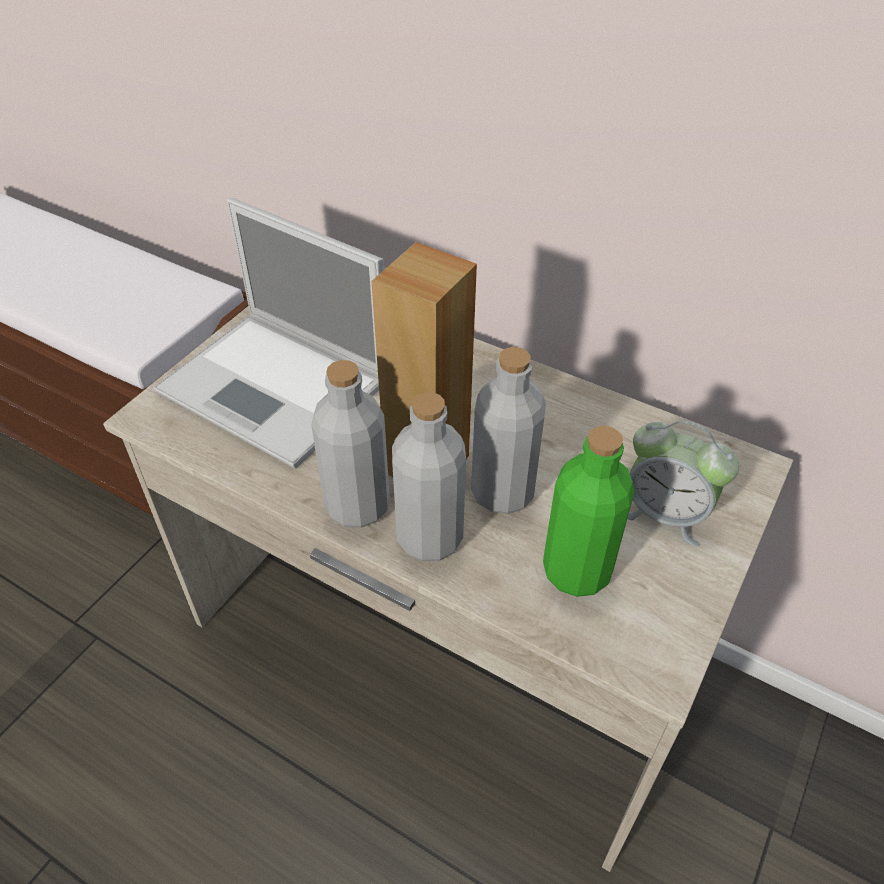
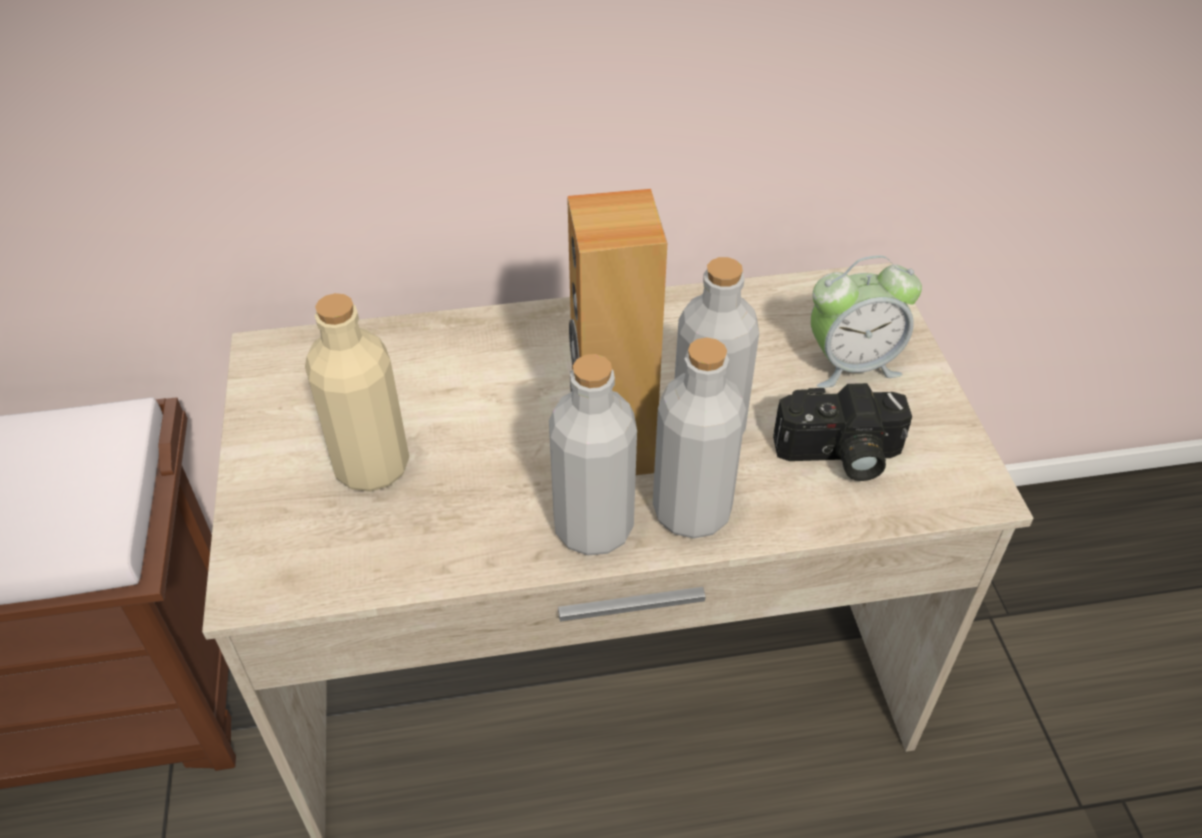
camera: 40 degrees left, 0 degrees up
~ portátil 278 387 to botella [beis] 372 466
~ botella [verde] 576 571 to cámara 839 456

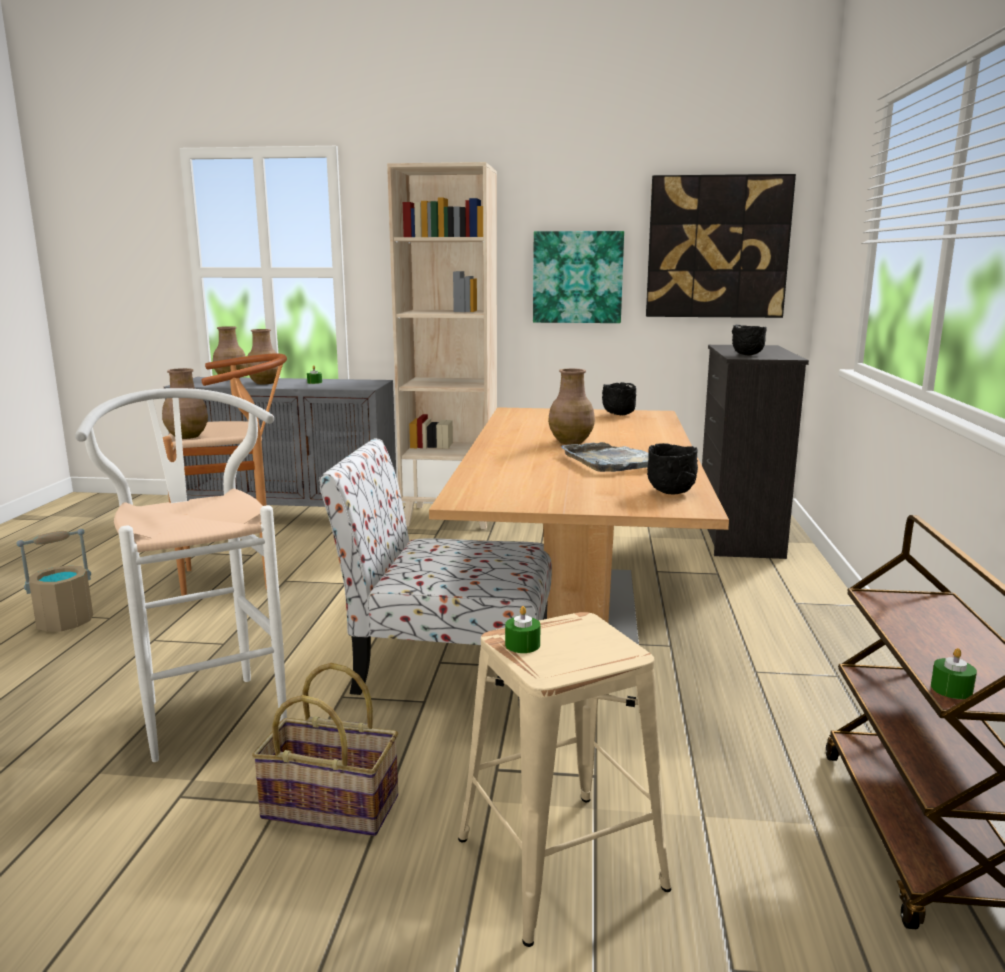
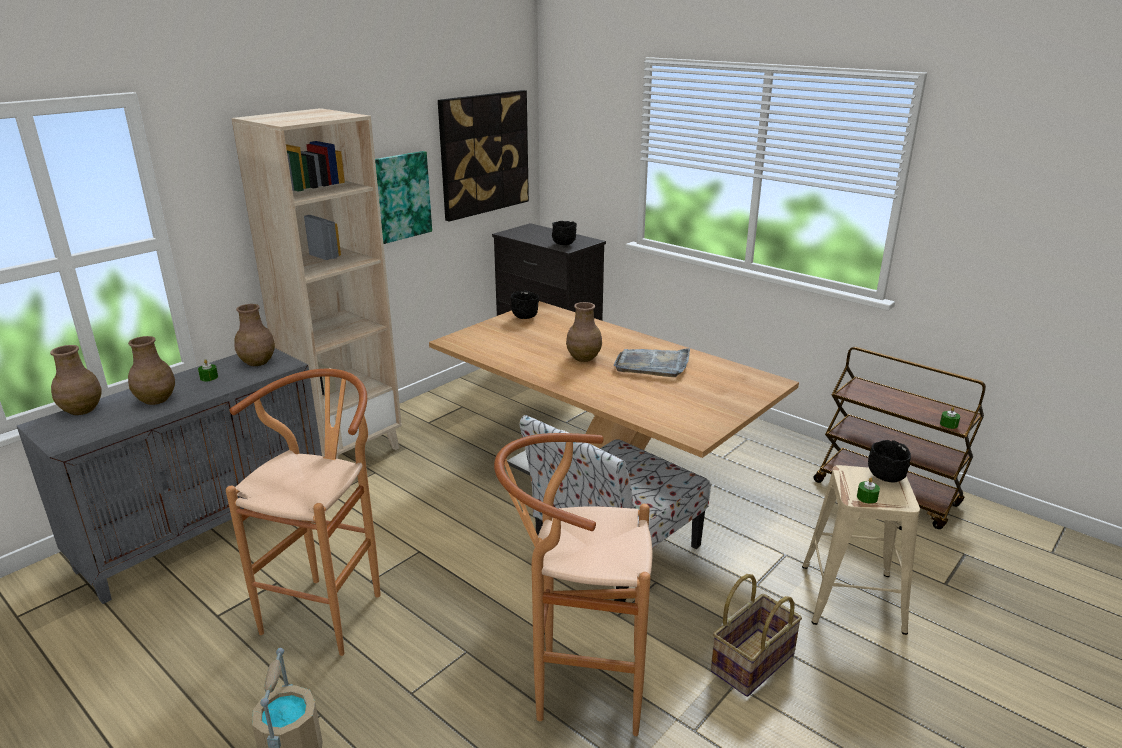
camera: 55 degrees left, 10 degrees up
~ florero [marrón] 186 436 to 257 362
~ taburete [blanco] 208 708 to taburete [marrón] 577 687
~ cuenco [negro] 671 492 to 885 477

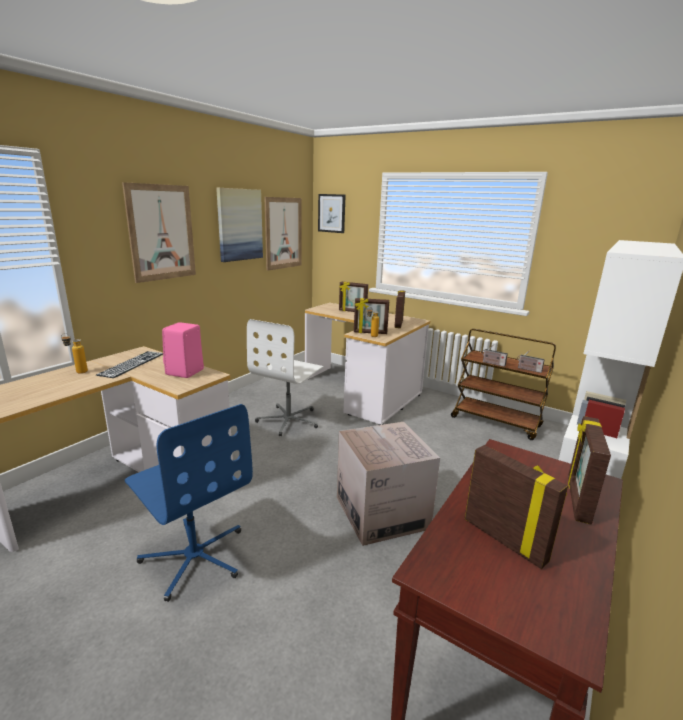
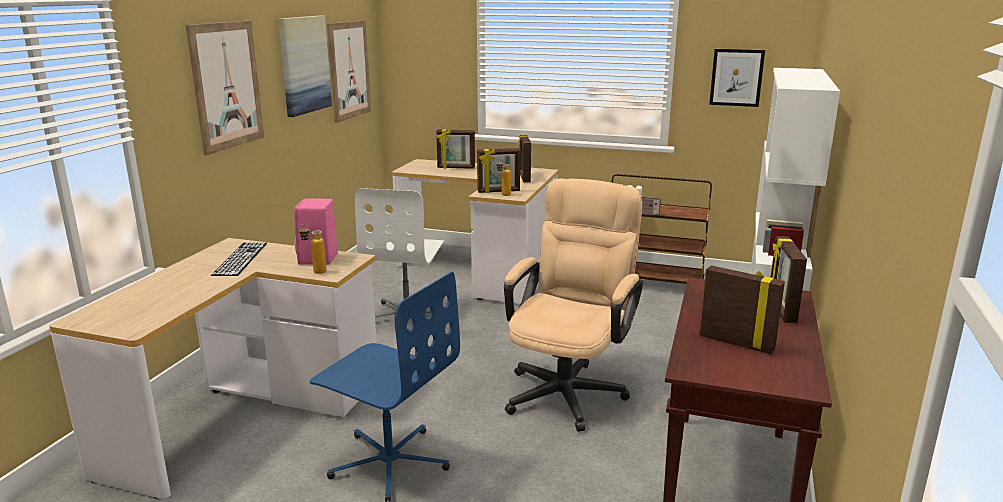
camera: 15 degrees left, 0 degrees up
~ cuadro 331 213 to 736 77
~ botella 77 372 to 314 272
- radio 528 369
~ caja de cartón 382 512 to silla de oficina [beis] 569 388

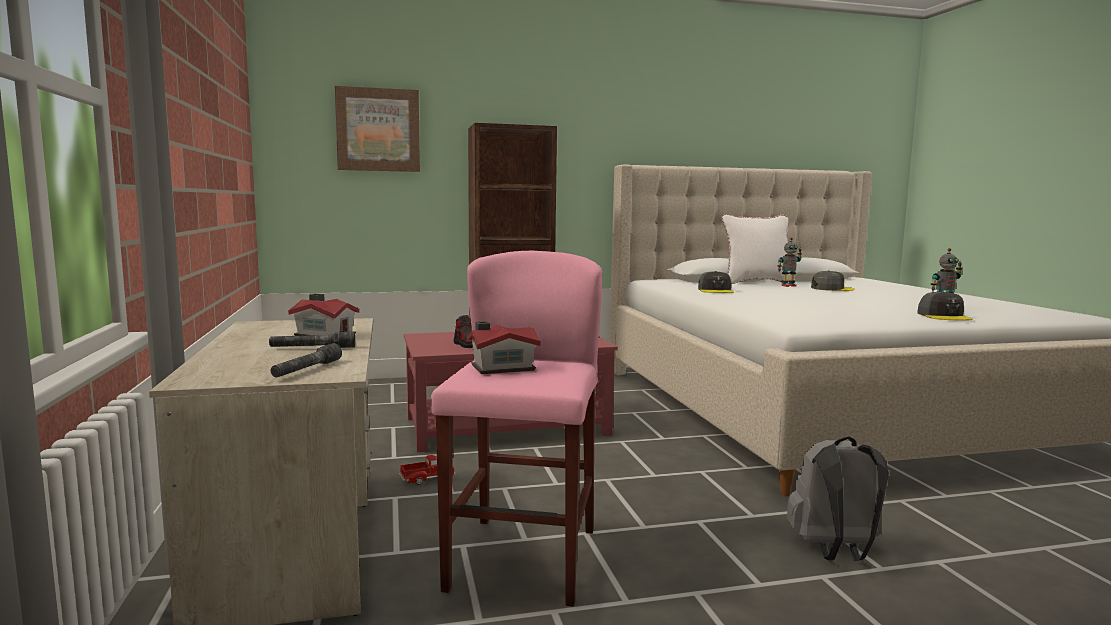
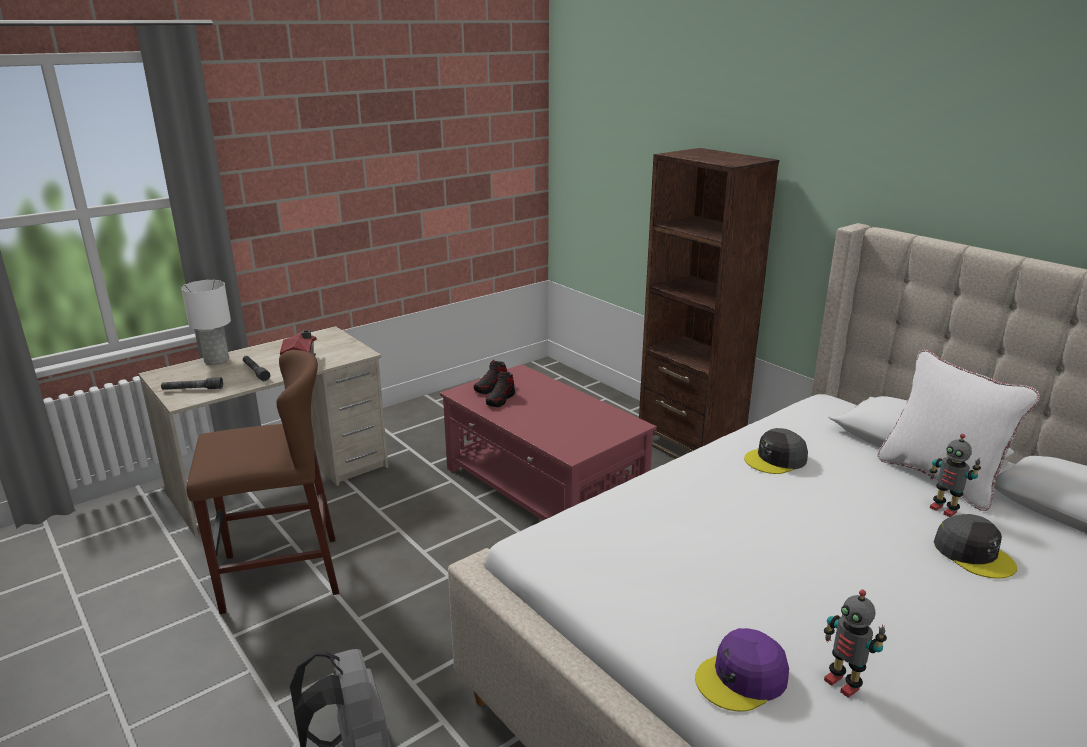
camera: 65 degrees right, 15 degrees up
- cuadro 378 130
~ taburete [rosa] 523 559 to taburete [marrón] 280 574
~ gorra [gris] 944 316 to gorra [morado] 742 678
- casita 500 367
- camión de juguete 427 478
+ lámpara de mesa [blanco] 217 360
+ zapato 491 387

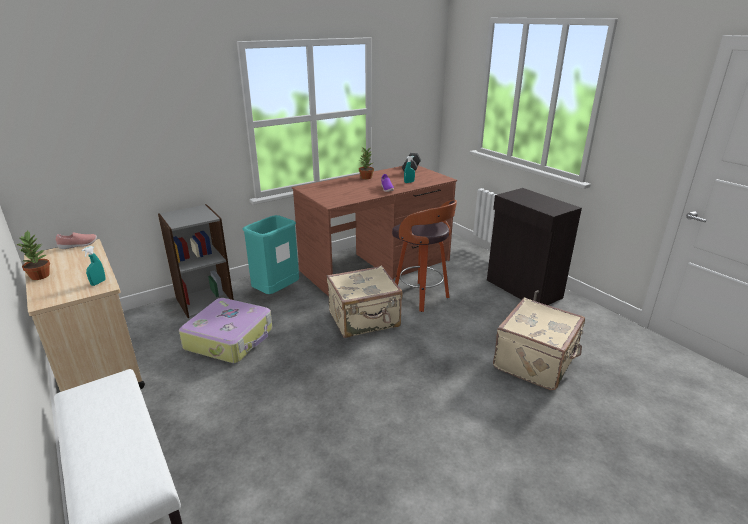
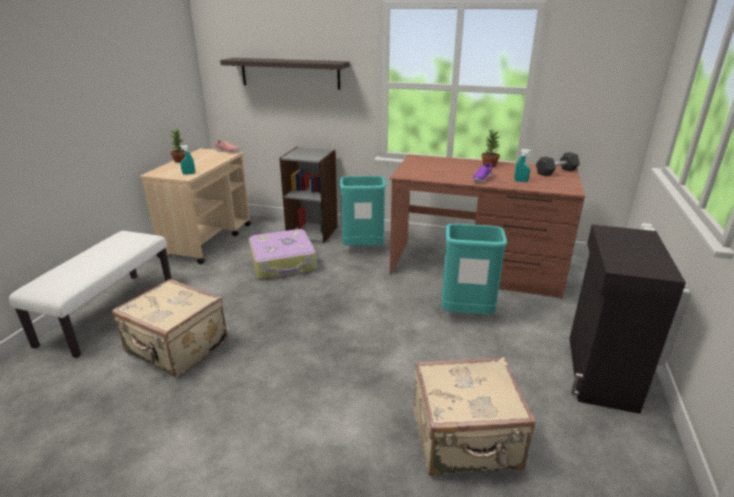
camera: 50 degrees right, 0 degrees up
~ taburete 422 297 to papelera [turquesa] 466 314
~ maleta [beis] 364 320 to 176 349
+ estante 290 73

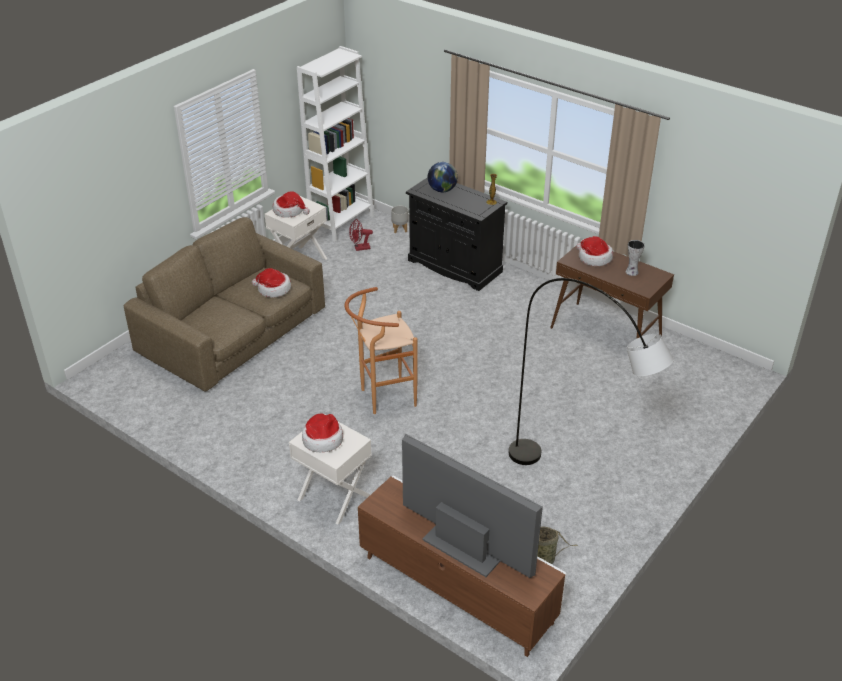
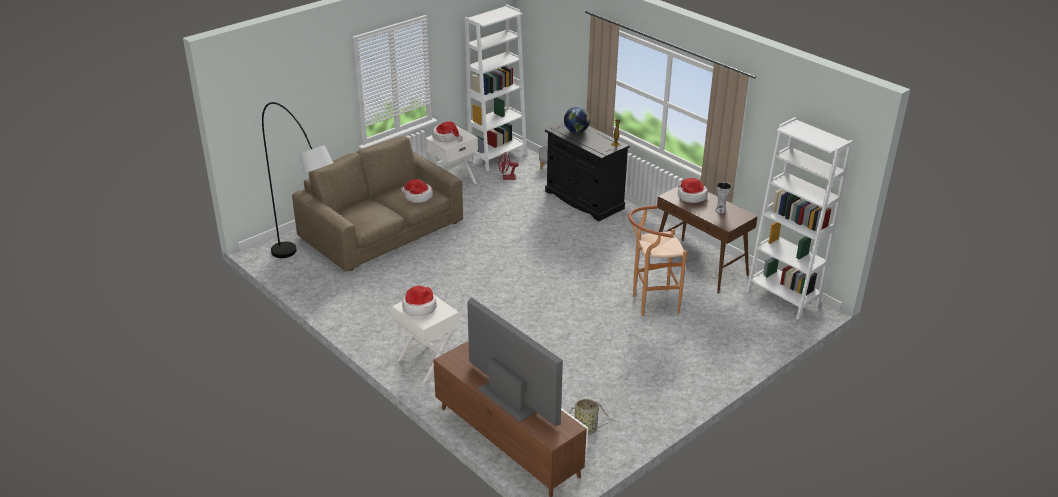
camera: 10 degrees right, 5 degrees down
~ lámpara de pie [gris] 578 480 to 309 271
~ taburete [marrón] 382 398 to 650 304
+ estantería [blanco] 782 298

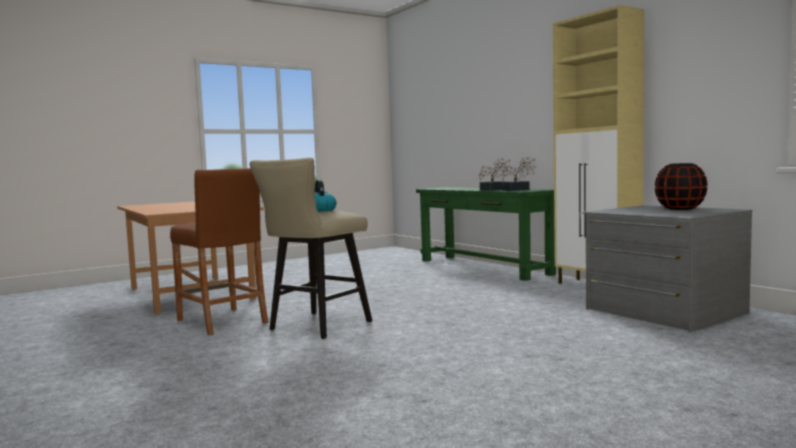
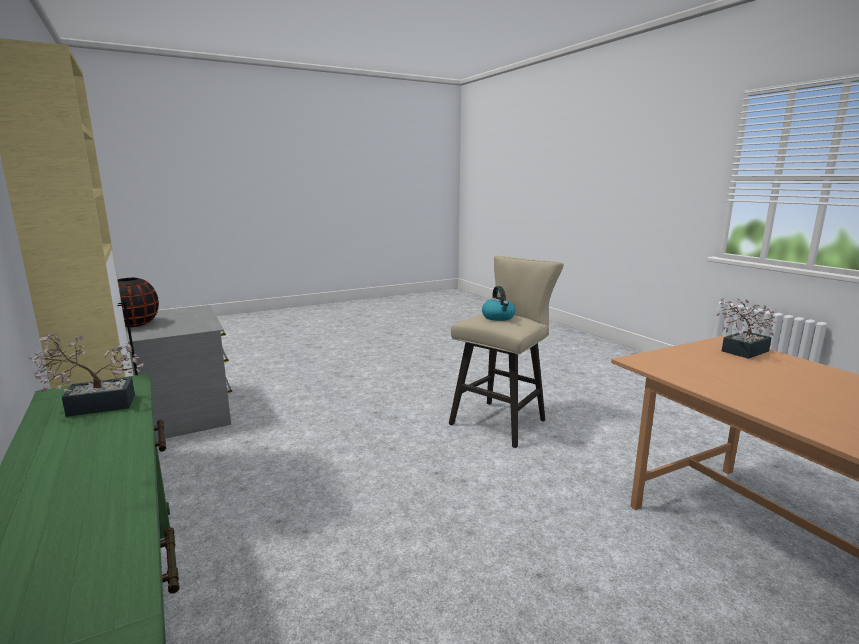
camera: 175 degrees left, 10 degrees up
~ planta en maceta 495 189 to 741 352
- taburete [marrón] 222 321

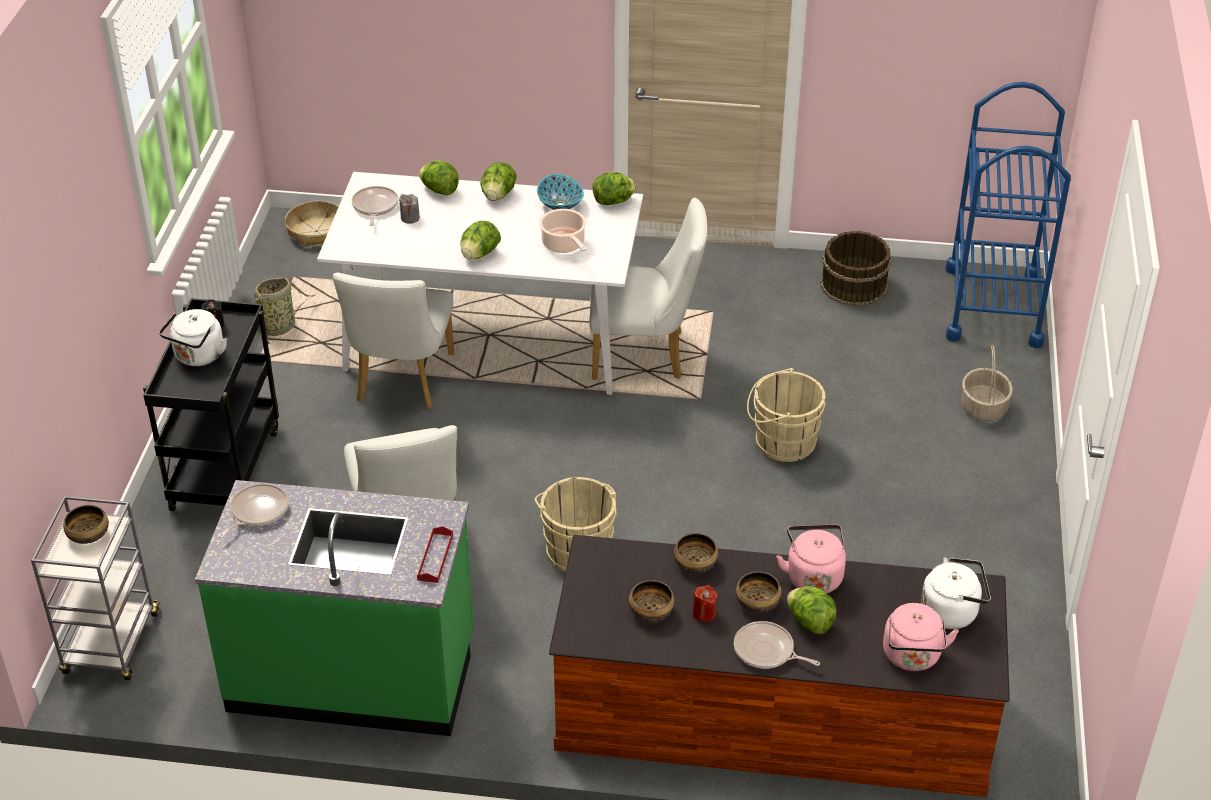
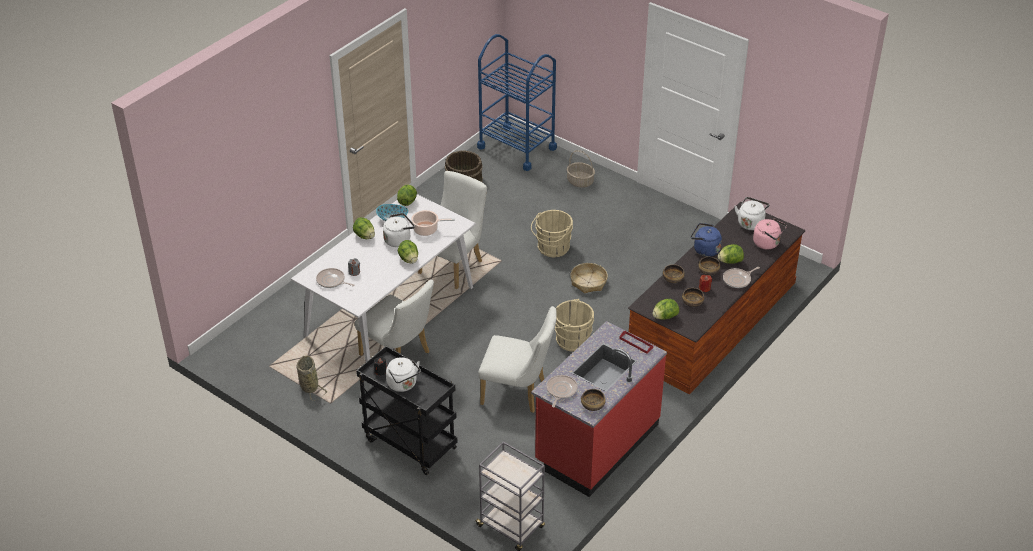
camera: 60 degrees left, 0 degrees up
~ lechuga 439 190 to 665 317
~ cesta 316 231 to 588 282
~ mueble bajo de cocina [verde] 352 673 to mueble bajo de cocina [rojo] 596 444
~ sartén 257 511 = 561 390 45 degrees clockwise
~ cuenco 88 534 to 593 405
~ hervidor [rosa] 813 576 to hervidor [azul] 704 250
+ hervidor [blanco] 398 240

